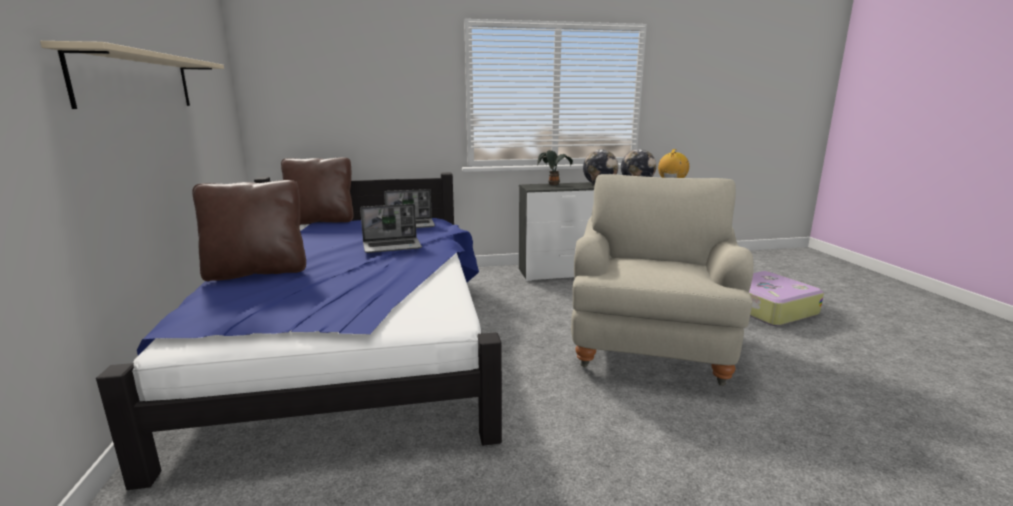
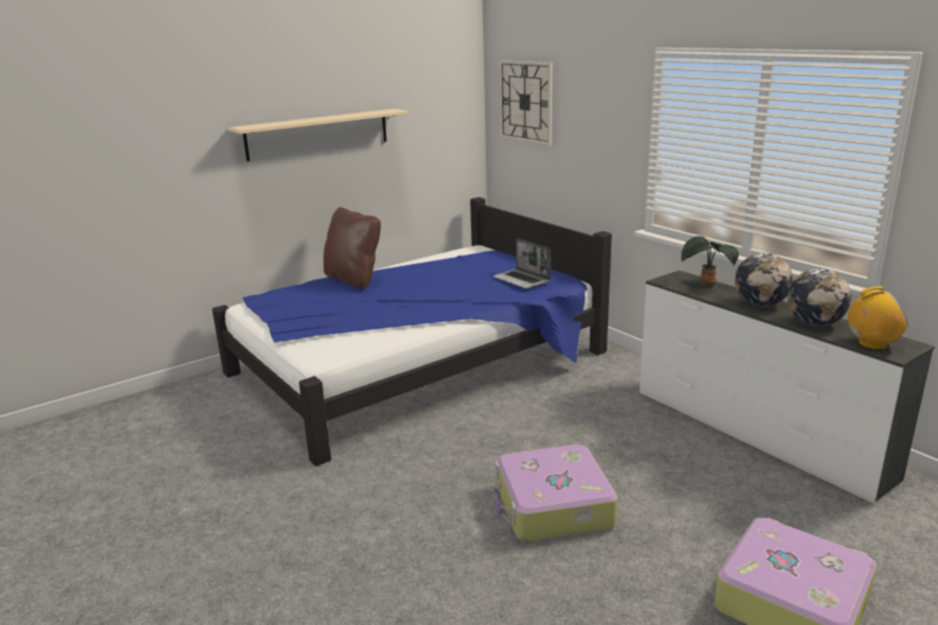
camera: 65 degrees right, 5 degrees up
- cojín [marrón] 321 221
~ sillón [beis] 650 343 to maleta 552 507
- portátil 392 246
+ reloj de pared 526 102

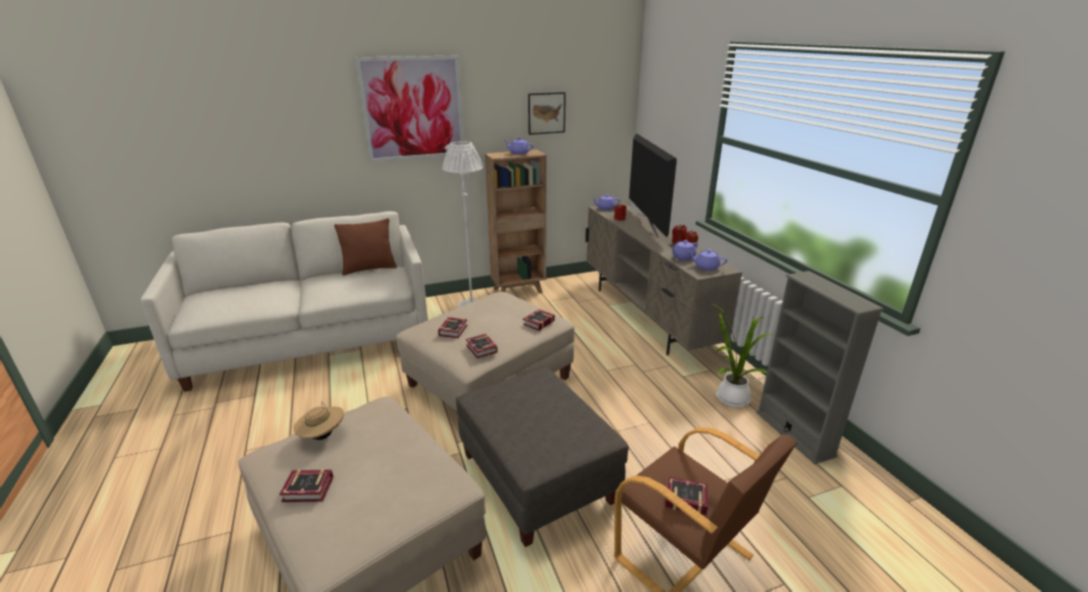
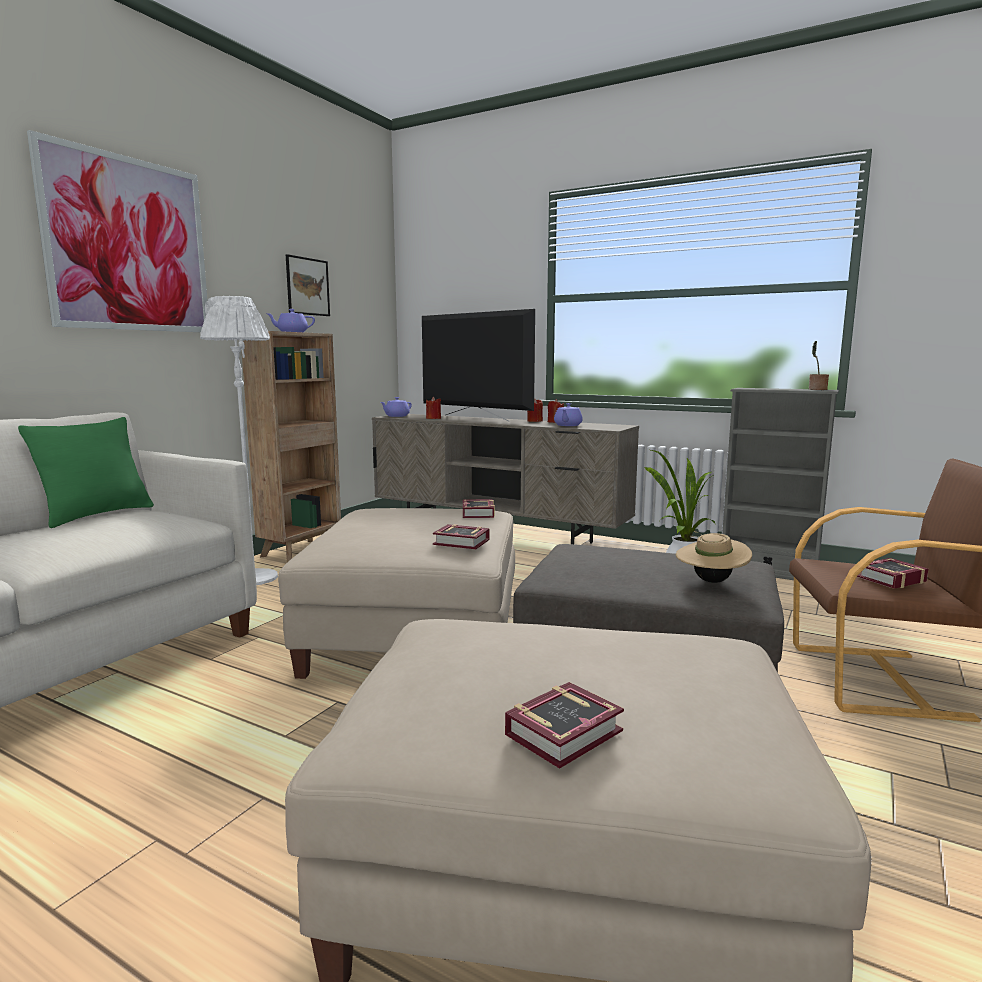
camera: 40 degrees left, 15 degrees down
~ cojín [marrón] 369 269 to cojín [verde] 97 515
- tetera [morado] 705 267
- libro 454 330
~ sombrero [beis] 322 435 to 711 581
+ planta en maceta 816 389

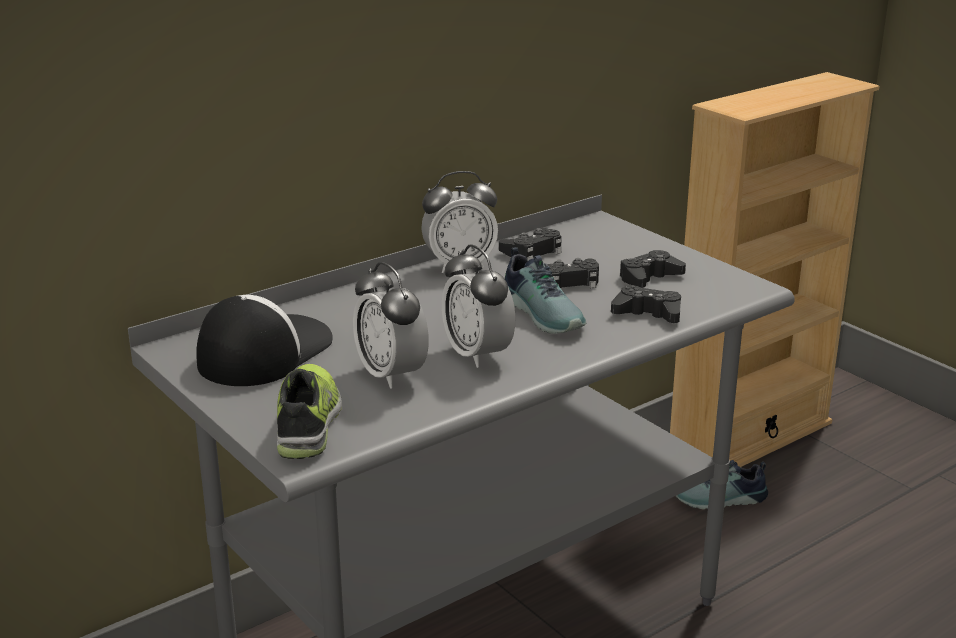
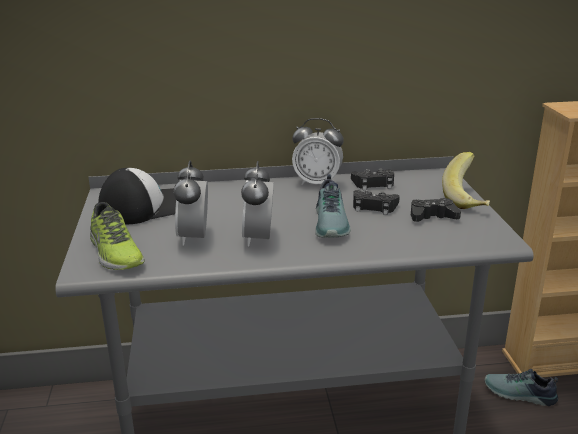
camera: 30 degrees right, 0 degrees up
- mando de consola [negro] 648 313
~ zapato 309 422 = 114 253 120 degrees clockwise
+ plátano 469 199

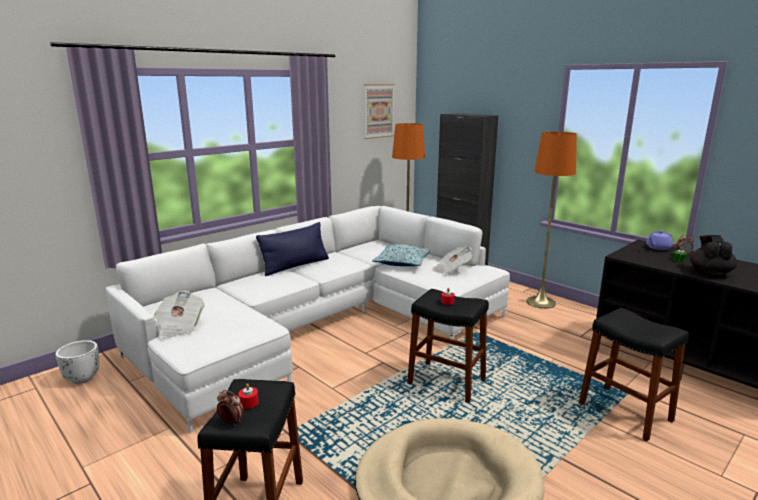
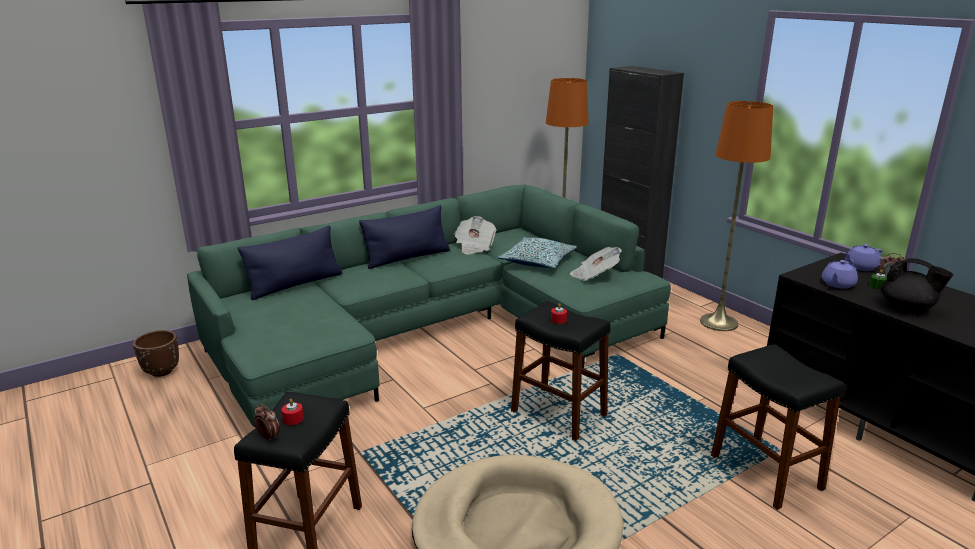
camera: 10 degrees right, 5 degrees up
- cuadro 378 111
~ sofá [blanco] 323 325 to sofá [verde] 436 331
~ tetera [negro] 710 273 = 907 308 105 degrees clockwise
~ periódico 179 326 to 474 247
~ maceta [blanco] 83 378 to maceta [marrón] 162 371
+ cojín [azul] 295 284
+ tetera [morado] 837 284

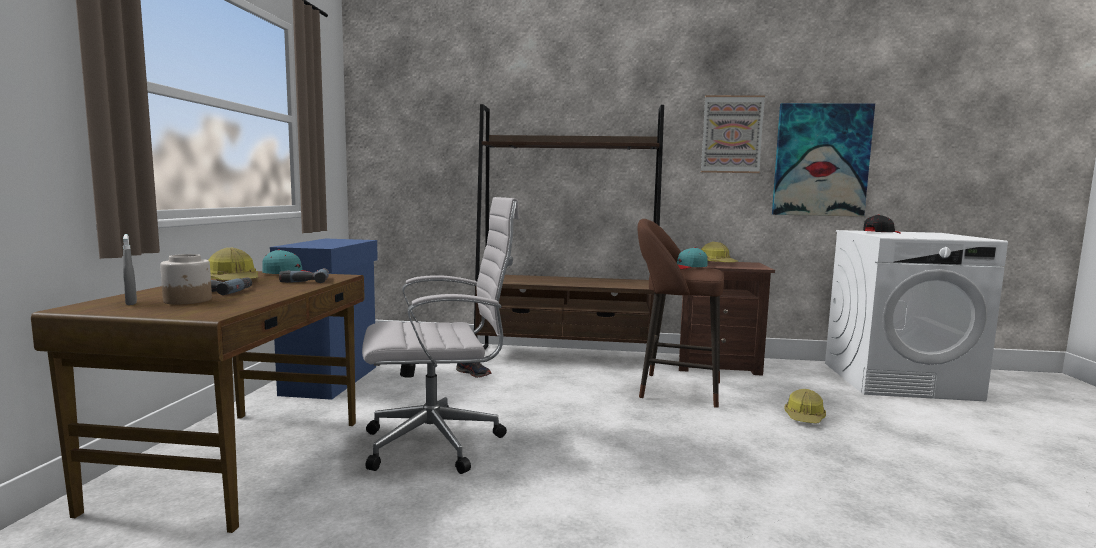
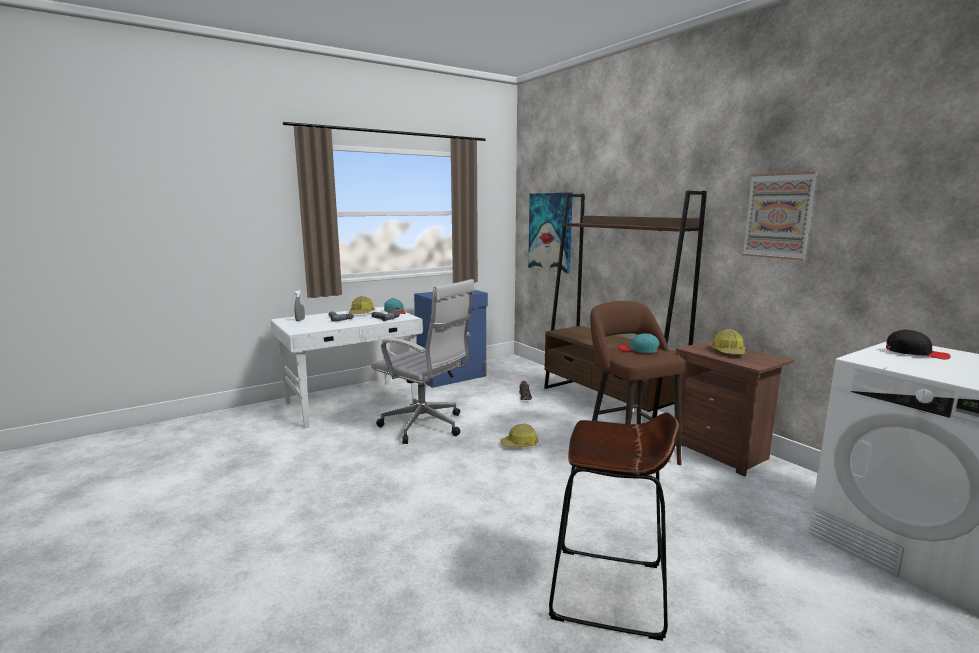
camera: 50 degrees right, 5 degrees up
~ cuadro 821 160 to 550 232
- tarro 188 300
~ escritorio [marrón] 241 461 to escritorio [blanco] 352 403
~ casco 804 417 to 520 444
+ taburete [marrón] 608 591

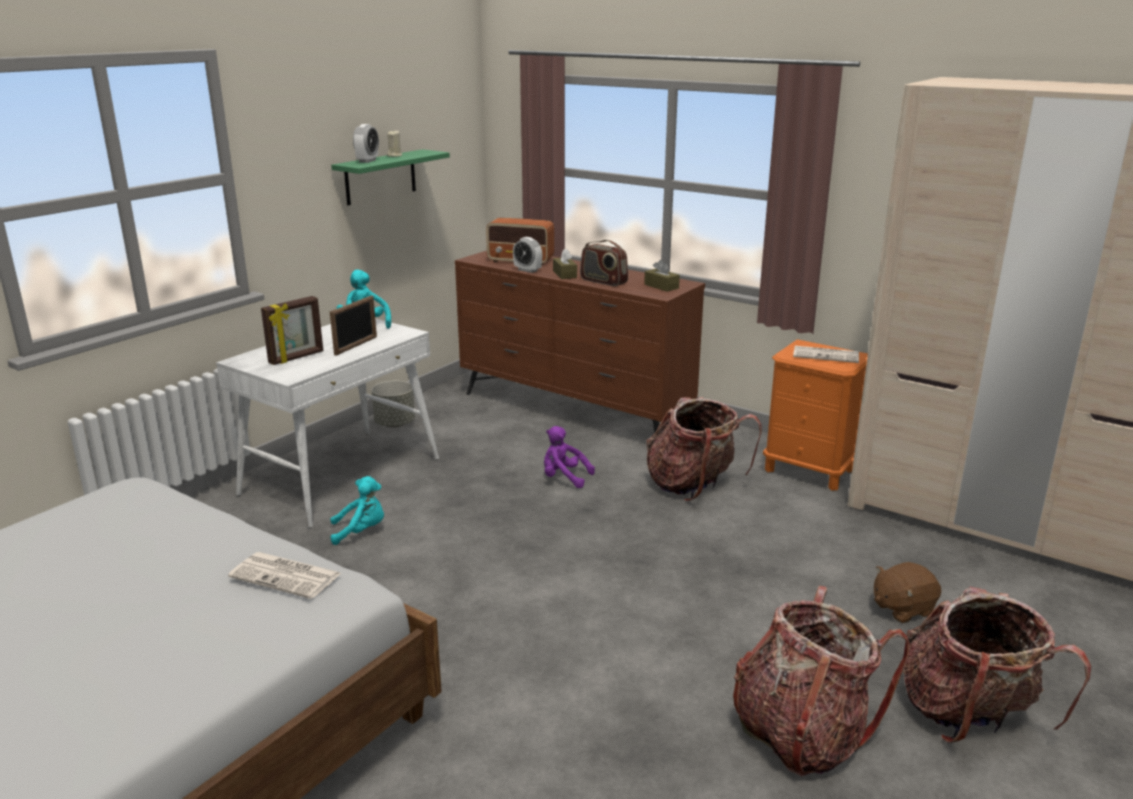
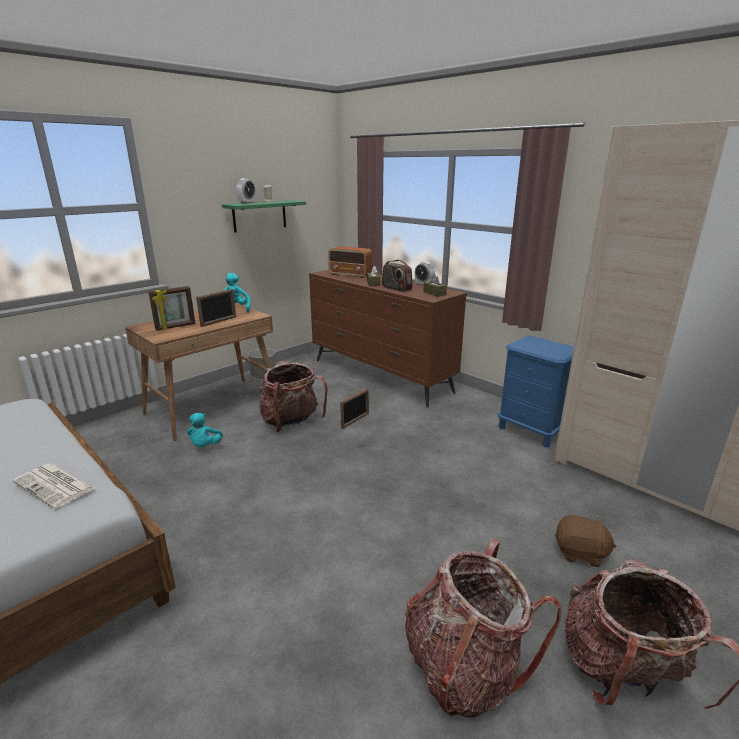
camera: 10 degrees right, 0 degrees up
~ despertador 527 270 to 424 285
~ escritorio [blanco] 341 476 to escritorio [marrón] 213 407
~ mesita de noche [naranja] 810 470 to mesita de noche [azul] 532 430
- periódico 826 355
~ mochila 694 486 to 291 422
~ peluche [morado] 564 478 to portarretratos 355 421
~ peluche [turquesa] 361 531 = 205 446 90 degrees clockwise
~ peluche [marrón] 902 608 = 580 553 150 degrees counterclockwise

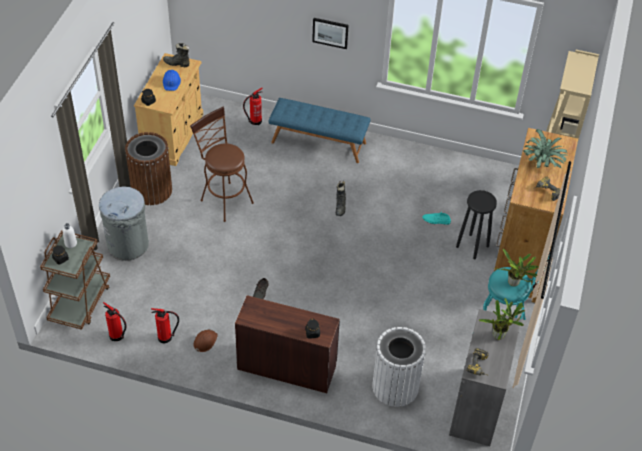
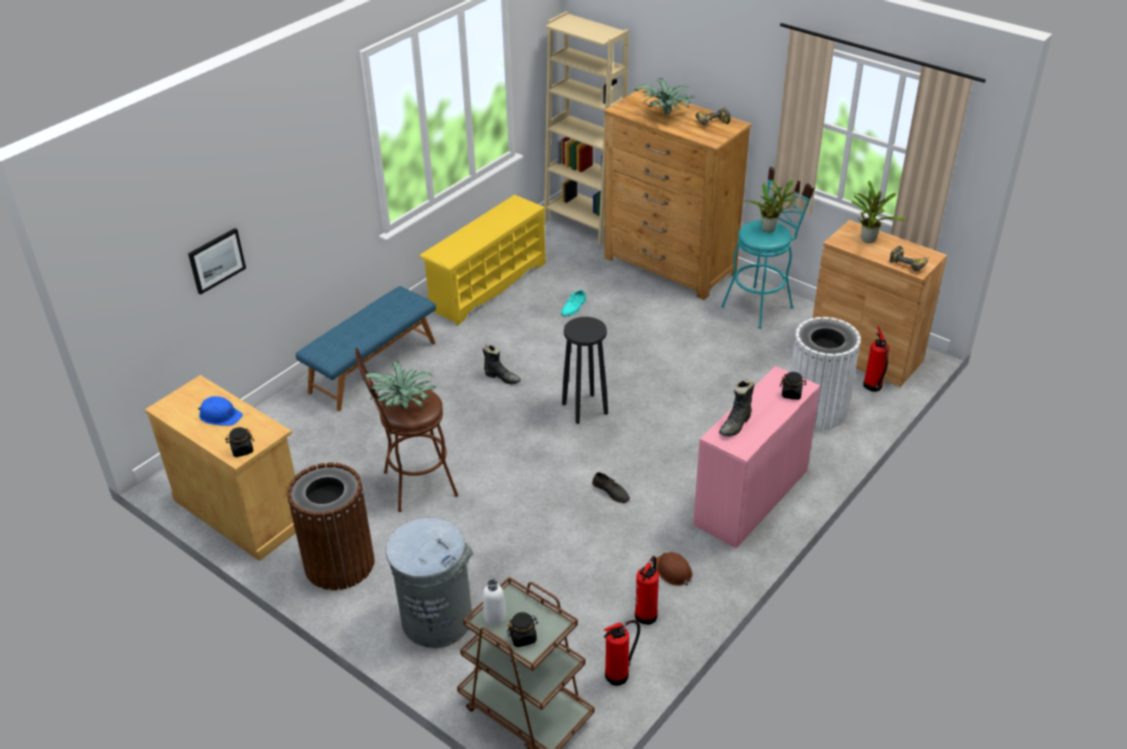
camera: 65 degrees left, 10 degrees down
~ cuadro 330 32 to 216 260
~ bota [negro] 177 63 to 736 425
~ extintor 254 121 to 873 387
~ taburete [negro] 472 246 to 585 408
~ escritorio [marrón] 286 366 to escritorio [rosa] 750 497
~ armario [gris] 477 406 to armario [marrón] 865 354
+ zapatero [amarillo] 488 286
+ planta en maceta 404 406

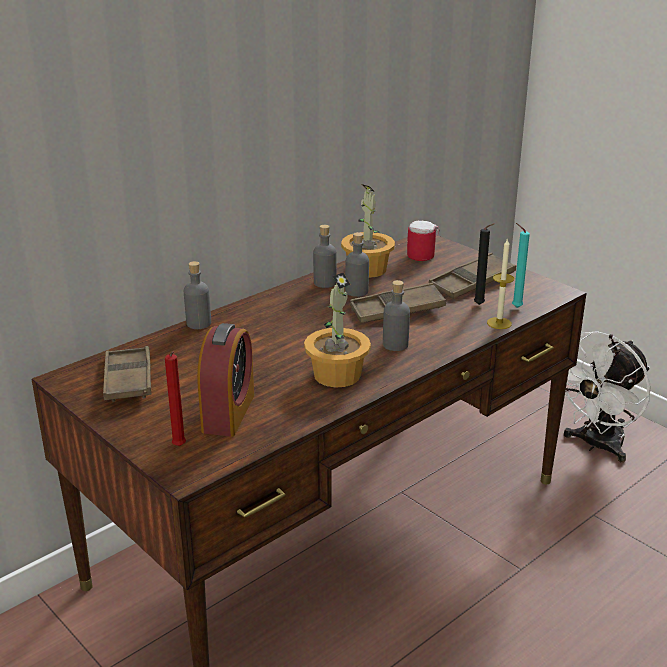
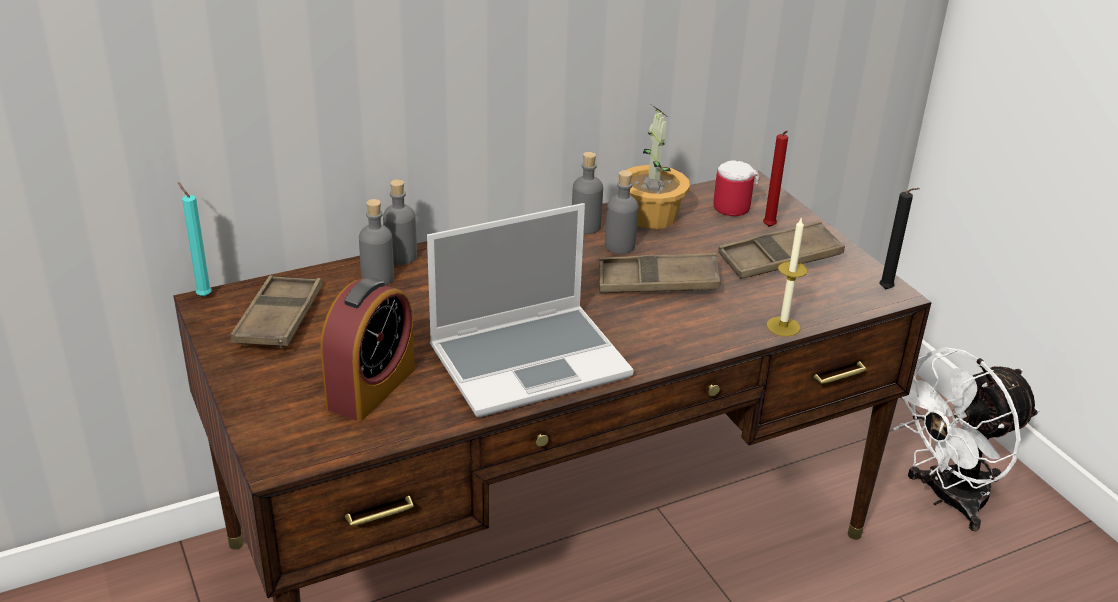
camera: 15 degrees right, 5 degrees up
~ vela [turquesa] 515 307 to 203 295
~ vela [negro] 480 305 to 887 290
~ planta en maceta 336 374 to portátil 530 361
~ botella [gris] 395 345 to 377 278
~ vela [rojo] 179 447 to 769 228

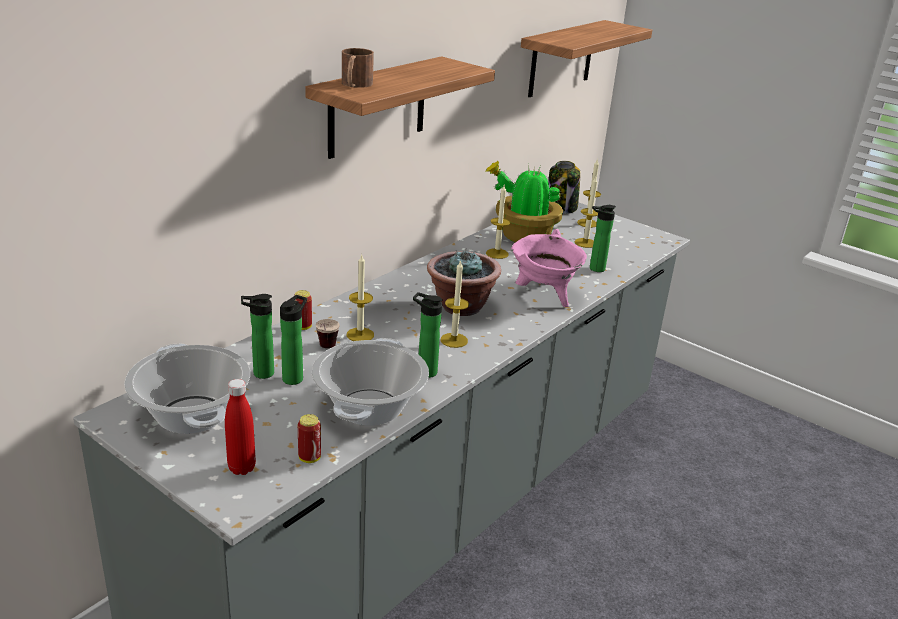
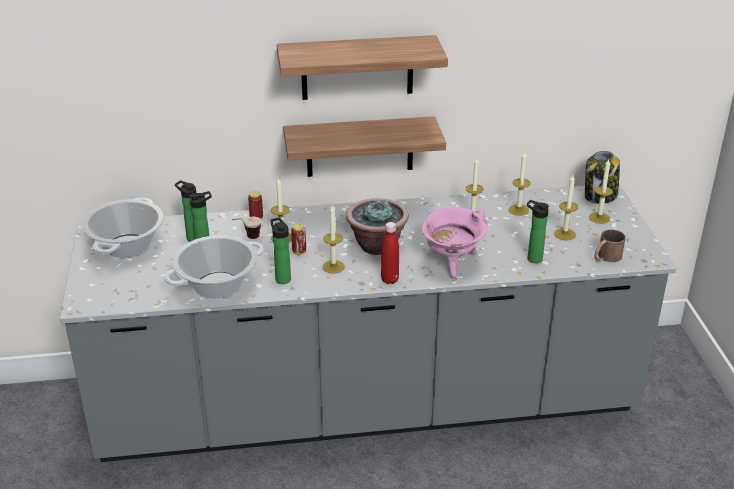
camera: 45 degrees right, 5 degrees up
~ estante 561 58 to 360 146
~ taza grande [marrón] 355 85 to 605 257
~ planta en maceta 523 237 to vela 518 210
~ botella [rojo] 242 468 to 389 280
~ lata 309 458 to 299 252

